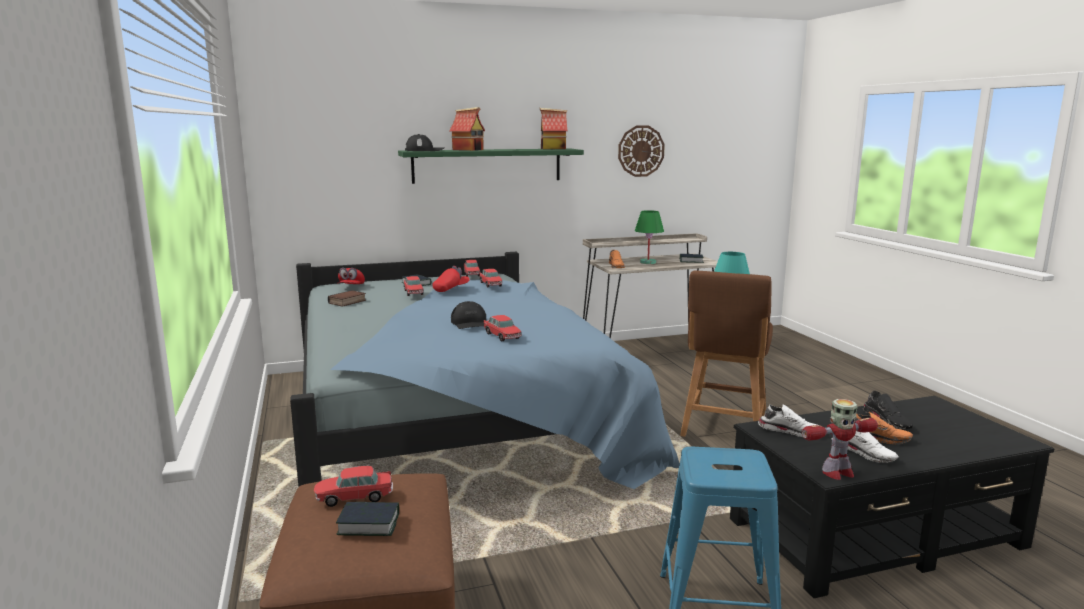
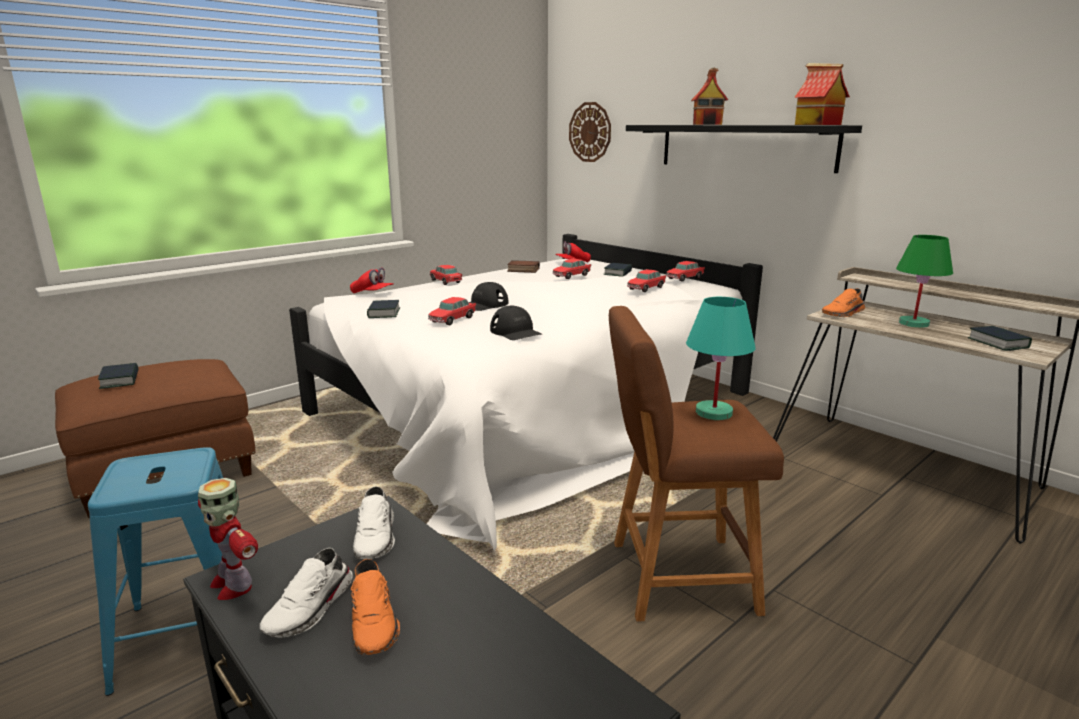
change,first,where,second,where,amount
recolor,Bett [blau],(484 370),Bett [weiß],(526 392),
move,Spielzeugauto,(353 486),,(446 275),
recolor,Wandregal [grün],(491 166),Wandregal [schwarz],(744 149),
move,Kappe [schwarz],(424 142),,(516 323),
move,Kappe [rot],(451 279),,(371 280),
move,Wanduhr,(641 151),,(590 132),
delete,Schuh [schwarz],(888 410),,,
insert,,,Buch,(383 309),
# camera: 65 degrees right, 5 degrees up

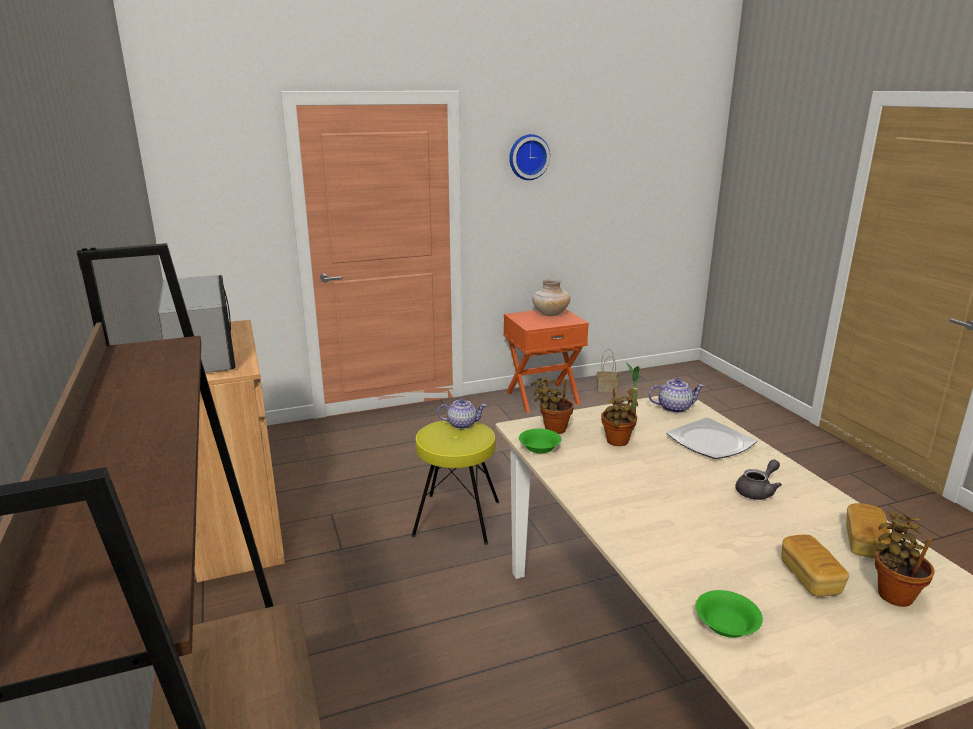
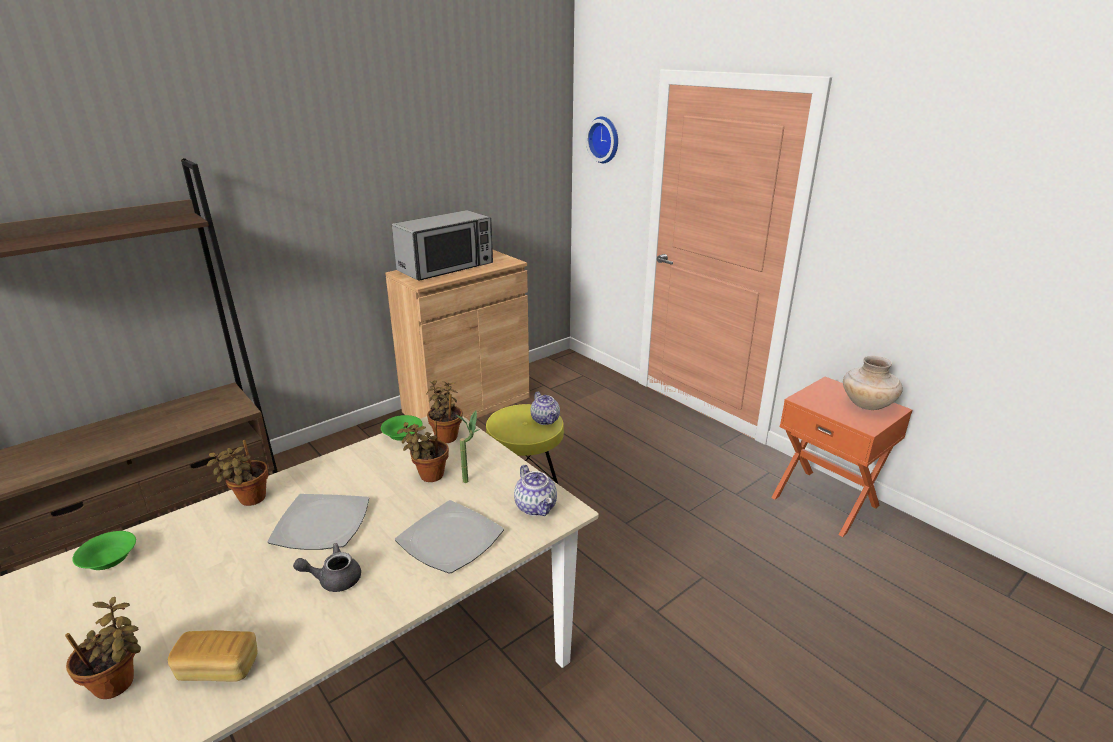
change,first,where,second,where,amount
move,Wanduhr,(529 157),,(602 139),
delete,Korb,(608 370),,,
rotate,Teekanne [grau],(759 479),,(327 567),135 degrees clockwise
delete,Brot,(815 566),,,
insert,,,Topfpflanze,(237 473),
insert,,,Teller,(318 522),
# camera: 70 degrees right, 5 degrees up

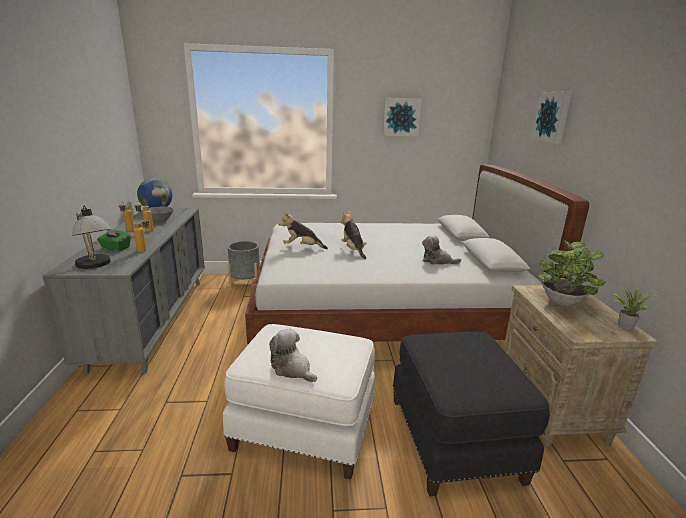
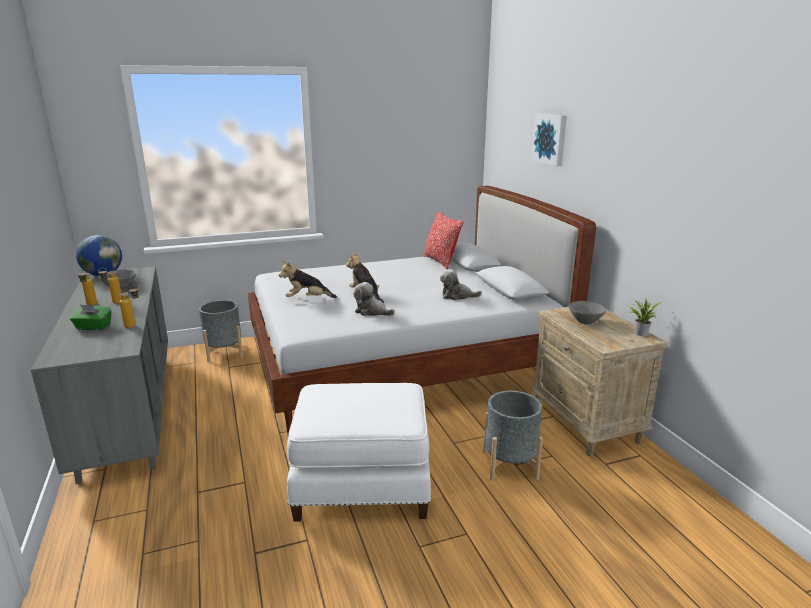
change,first,where,second,where,amount
delete,Tischlampe,(92 237),,,
move,Plüschtier,(293 355),,(374 299),
delete,Bild,(402 117),,,
replace,Polsterhocker [schwarz],(471 414),Pflanzkübel [grau],(513 436),
replace,Topfpflanze,(572 273),Schüssel [grau],(587 312),
insert,,,Kissen,(443 240),
# camera: 15 degrees left, 0 degrees up

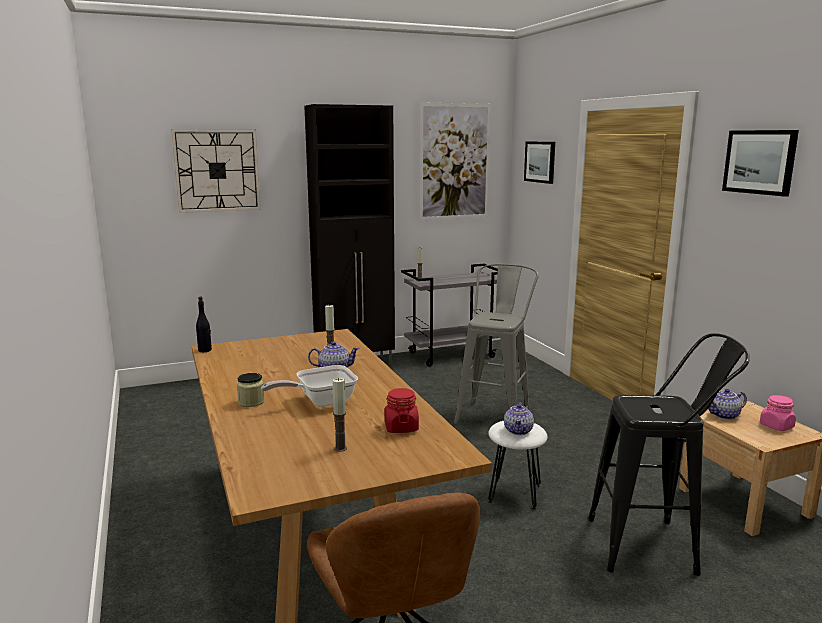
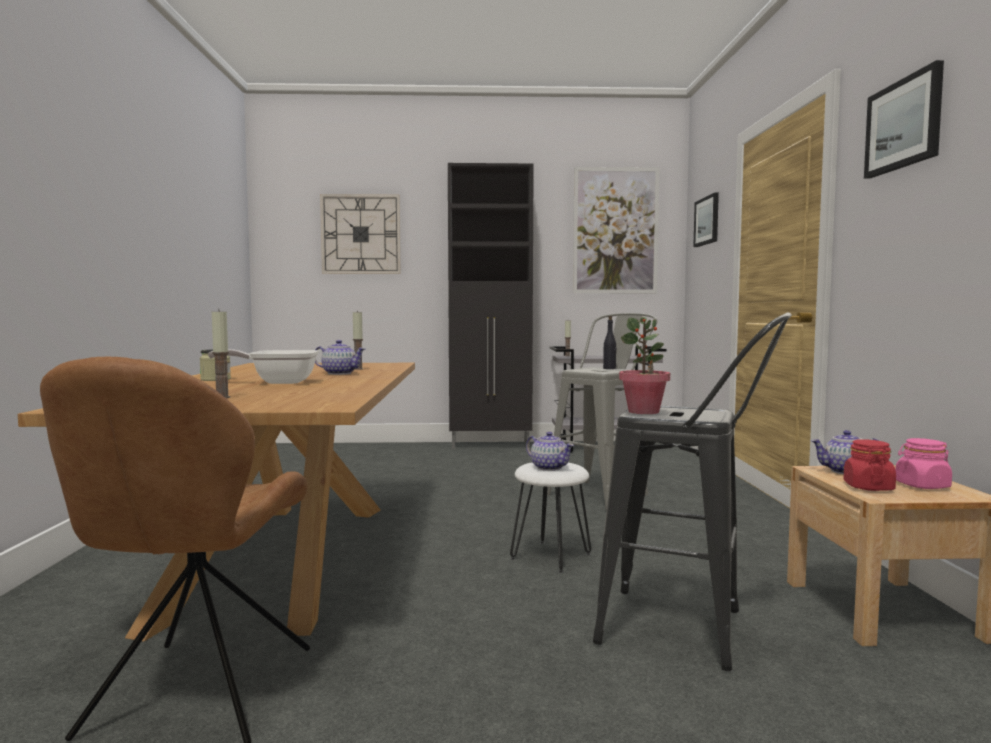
change,first,where,second,where,amount
move,Flasche [schwarz],(204 324),,(610 342),
move,Vorratsglas [rot],(402 410),,(869 465),
rotate,Teekanne,(519 418),,(550 451),75 degrees counterclockwise
insert,,,Topfpflanze,(644 365),
# camera: 20 degrees right, 10 degrees down

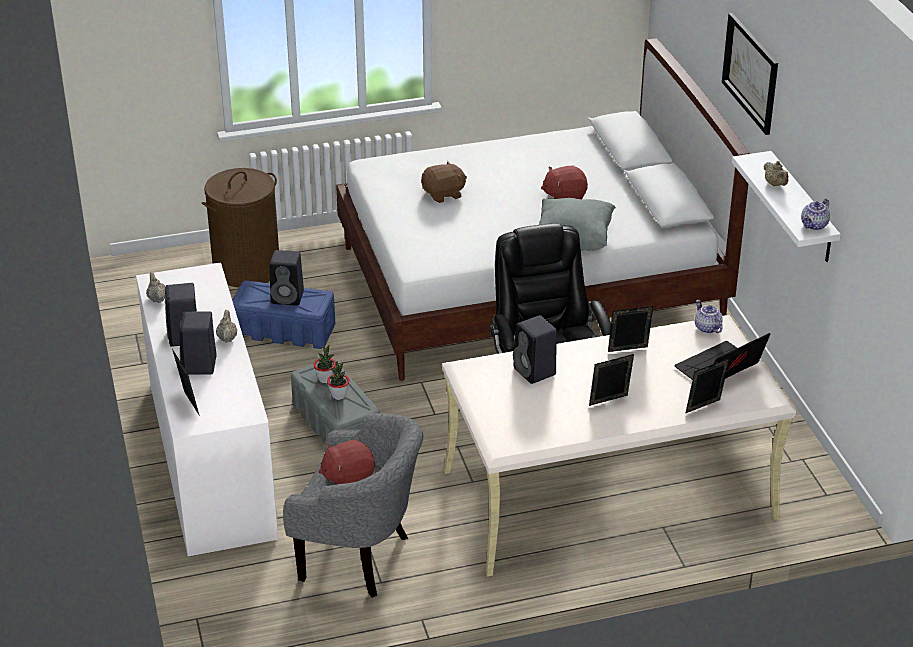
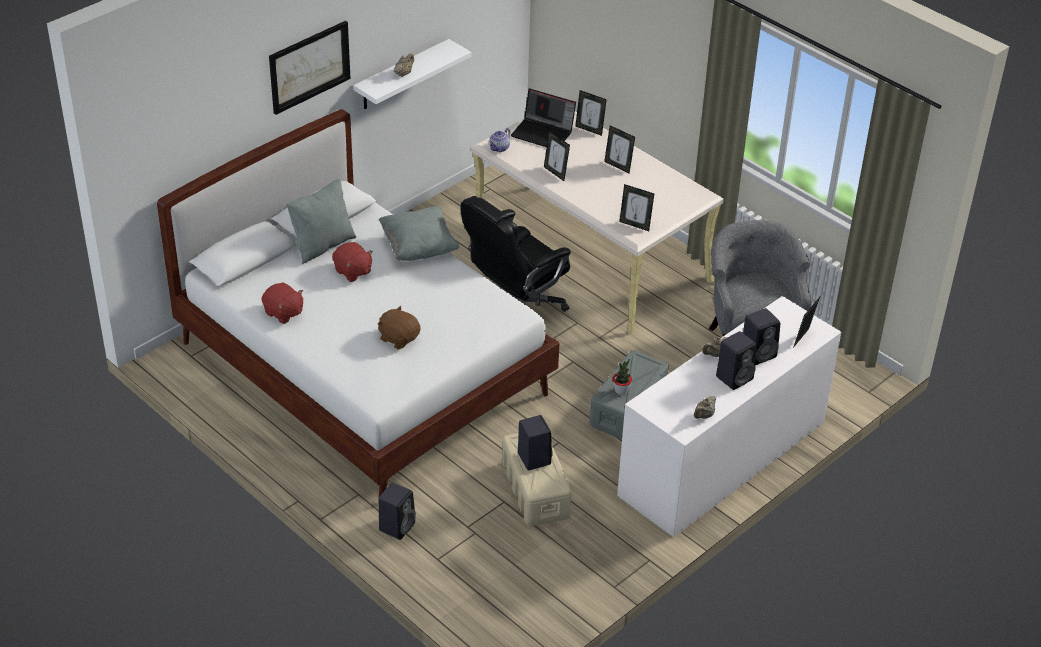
change,first,where,second,where,amount
delete,Wäschekorb [braun],(240 227),,,
recolor,Aufbewahrungsbox [blau],(283 315),Aufbewahrungsbox [beige],(537 479),
move,Plüschtier [rot],(347 462),,(282 303),
delete,Topfpflanze,(338 380),,,
move,Lautsprecher [schwarz],(535 349),,(397 511),
delete,Teekanne,(815 214),,,
insert,,,Kissen [grau],(321 221),
insert,,,Bilderrahmen,(636 207),
# camera: 120 degrees left, 5 degrees up

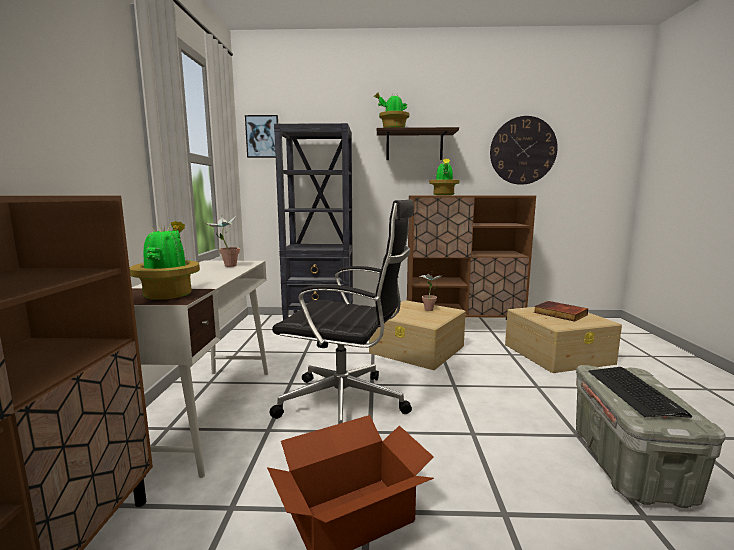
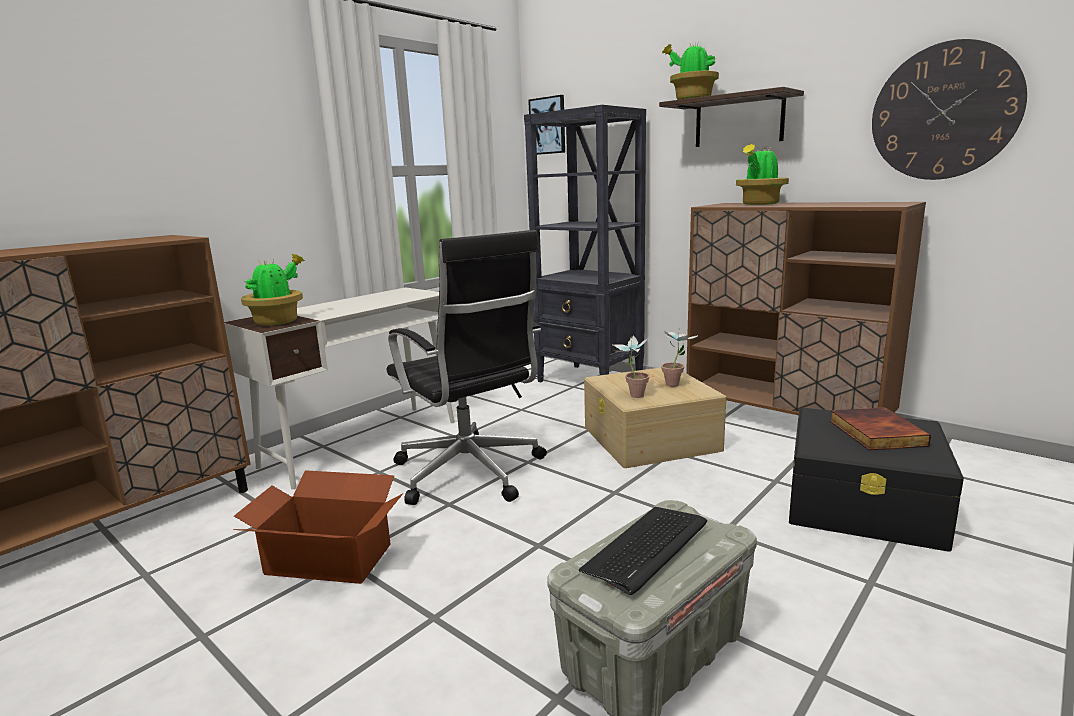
change,first,where,second,where,amount
move,Topfpflanze,(222 241),,(630 367),
recolor,Aufbewahrungsbox [beige],(563 340),Aufbewahrungsbox [schwarz],(876 480),
# camera: 40 degrees right, 5 degrees up

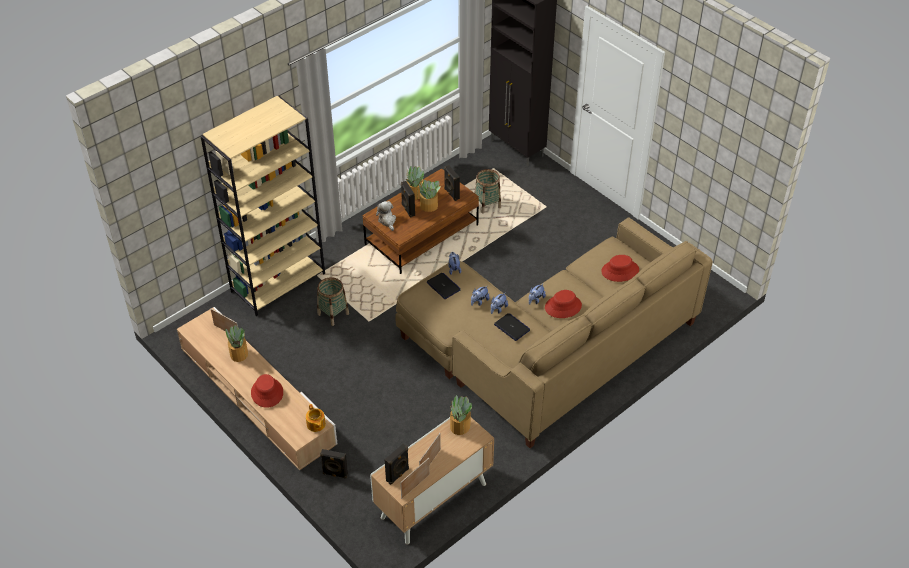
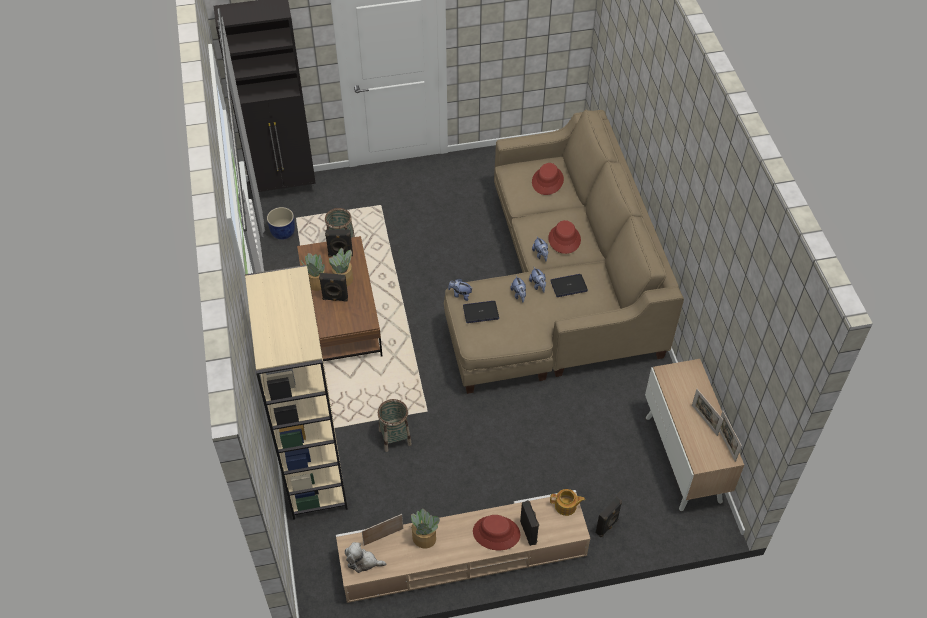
change,first,where,second,where,amount
move,Plüschtier,(386 216),,(365 557),
move,Lautsprecher [schwarz],(397 464),,(529 523),
delete,Topfpflanze,(461 415),,,
insert,,,Pflanzkübel [blau],(281 223),
# camera: 60 degrees left, 5 degrees up

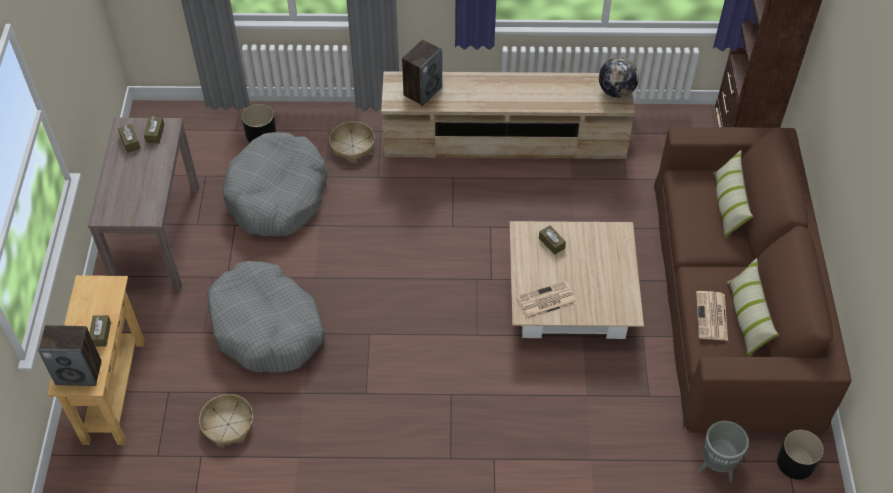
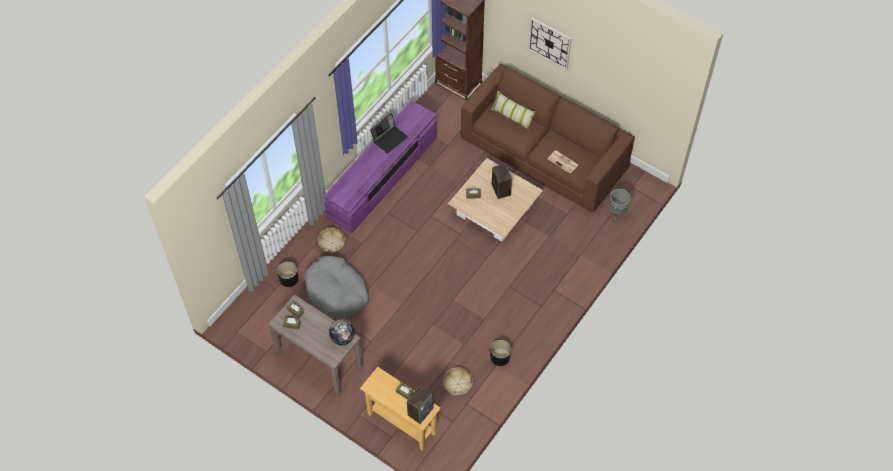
change,first,where,second,where,amount
delete,Hundebett [grau],(266 317),,,
recolor,Fernsehschrank [beige],(508 115),Fernsehschrank [lila],(380 167),
move,Lautsprecher,(422 72),,(502 181),
delete,Zeitung,(547 300),,,
move,Globus,(619 77),,(342 332),
delete,Kissen,(753 307),,,
move,Pflanzkübel [schwarz],(800 455),,(500 353),
insert,,,Laptop,(389 133),
insert,,,Wanduhr,(550 43),
# camera: 55 degrees left, 5 degrees up

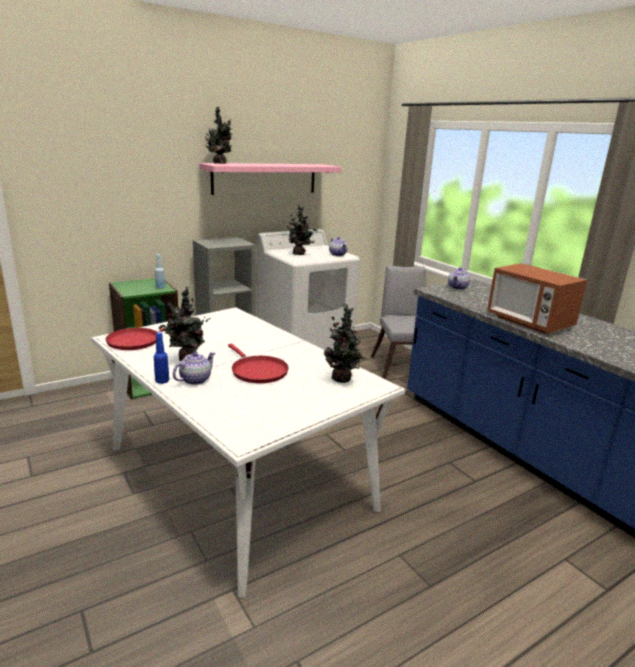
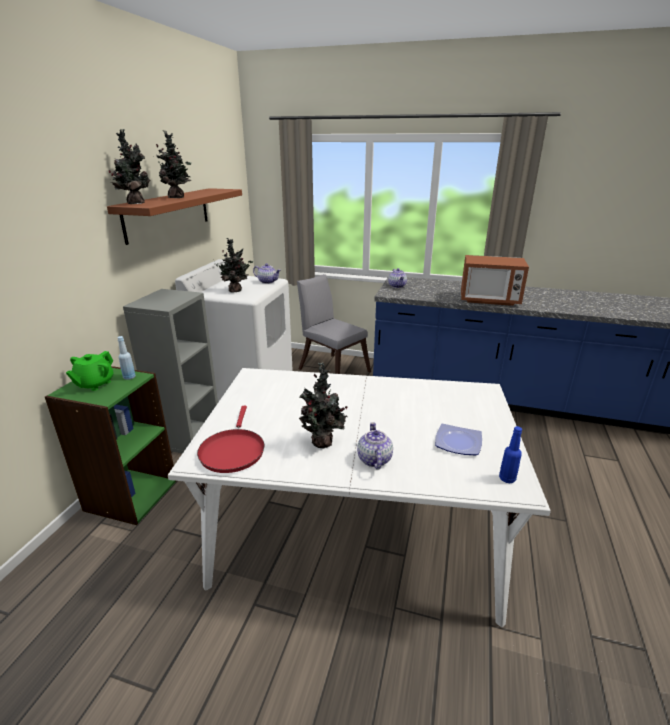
change,first,where,second,where,amount
move,Flasche [blau],(161 358),,(510 454),
recolor,Wandregal [rosa],(270 179),Wandregal [braun],(174 216),
delete,Pfanne [rot],(258 363),,,
move,Topfpflanze,(345 343),,(172 164),
insert,,,Teekanne [grün],(90 371),
insert,,,Teller,(458 439),
# camera: 40 degrees left, 5 degrees up

